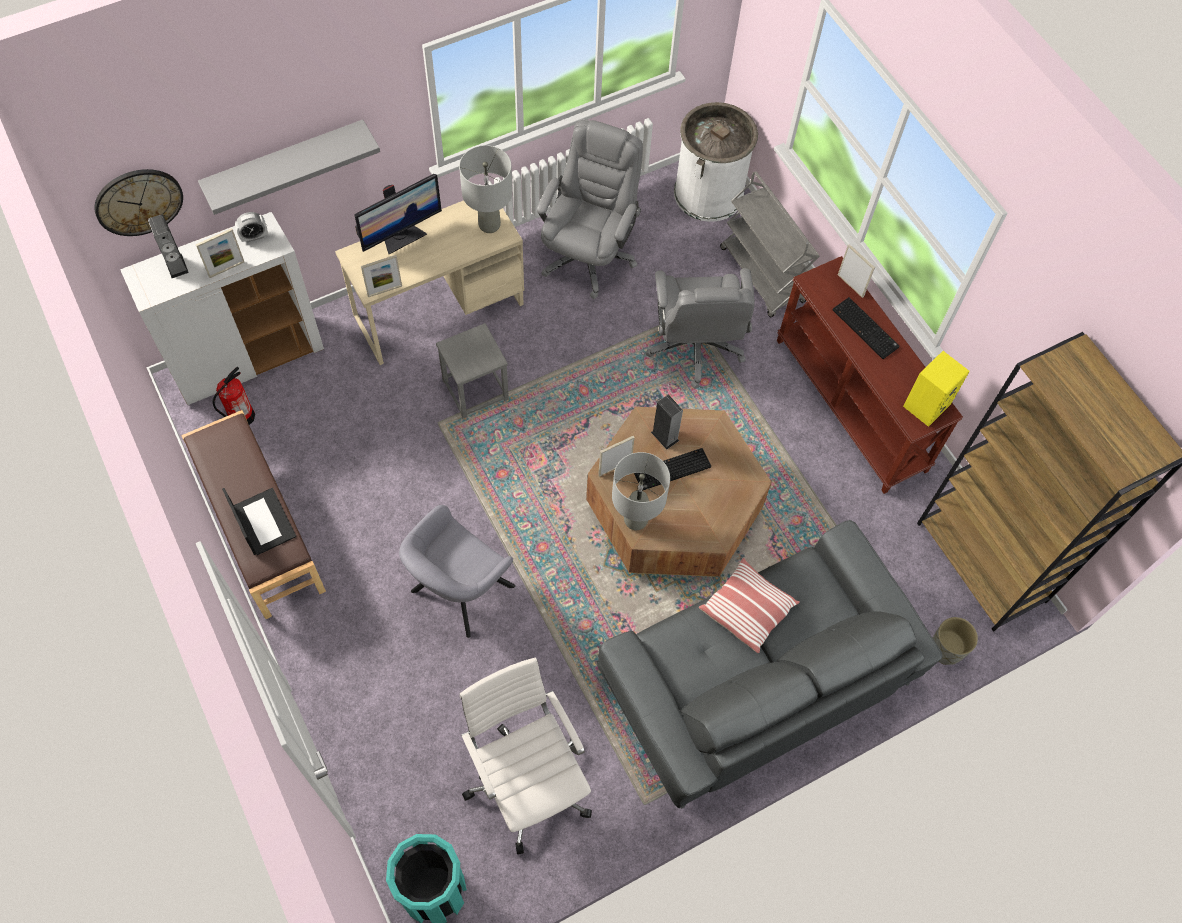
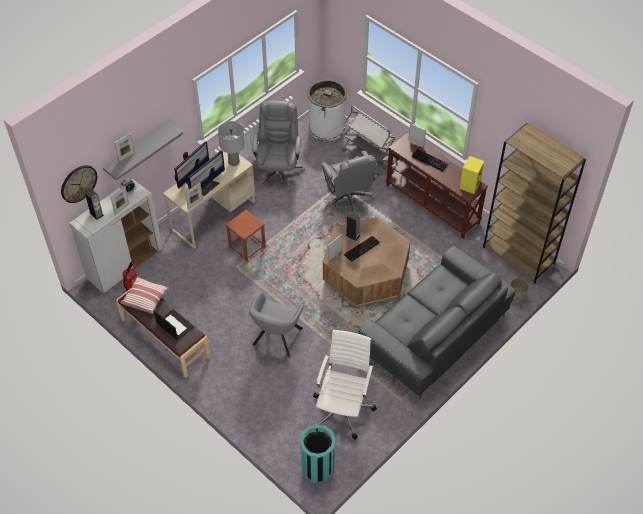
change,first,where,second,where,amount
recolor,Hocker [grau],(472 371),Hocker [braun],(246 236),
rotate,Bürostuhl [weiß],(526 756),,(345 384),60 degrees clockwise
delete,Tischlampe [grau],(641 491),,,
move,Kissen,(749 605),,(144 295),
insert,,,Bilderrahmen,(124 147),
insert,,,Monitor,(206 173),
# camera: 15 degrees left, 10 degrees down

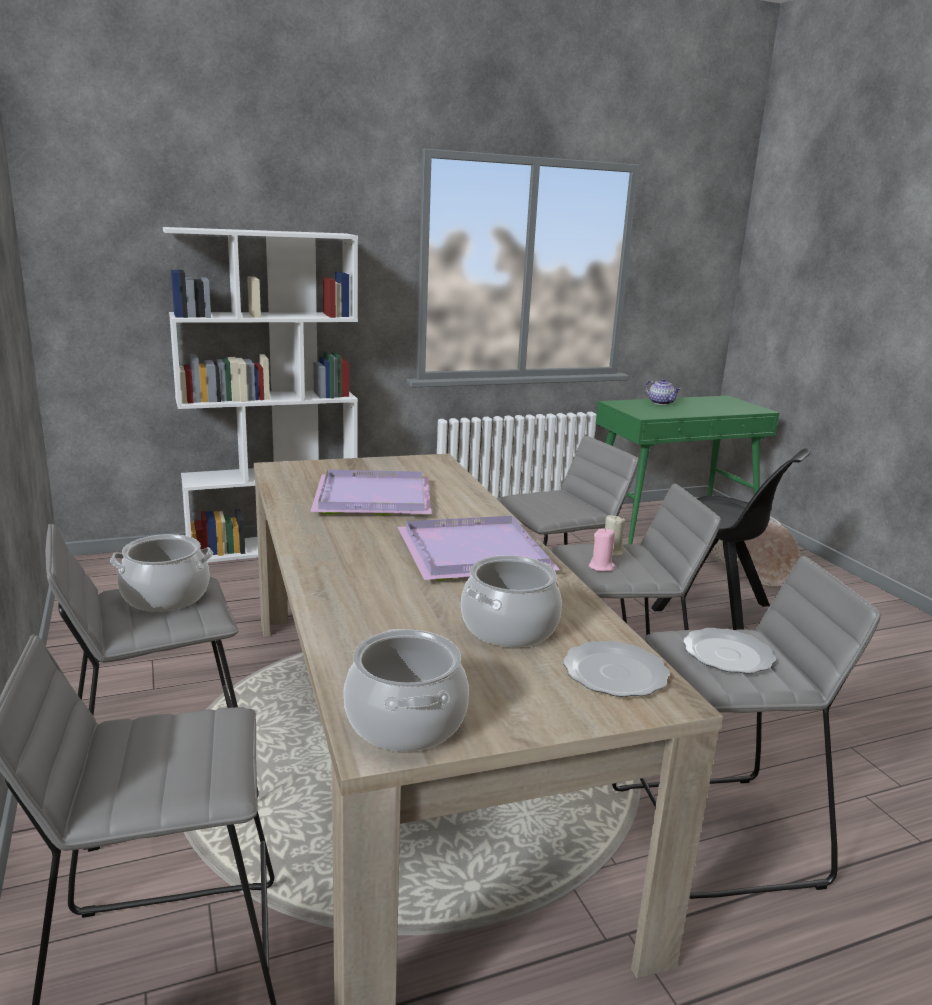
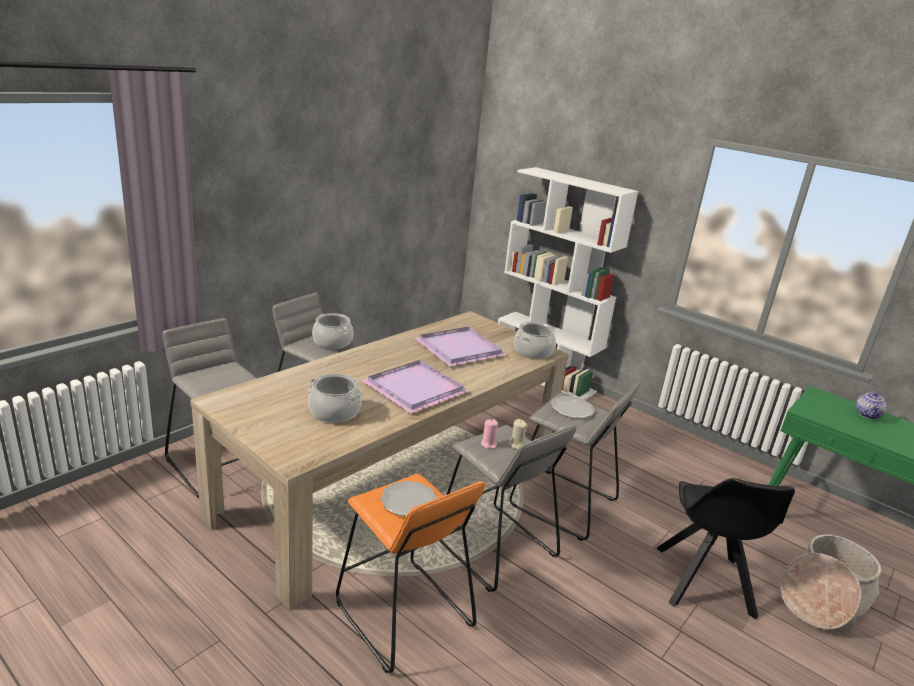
change,first,where,second,where,amount
move,Kochtopf,(406 690),,(535 340),
move,Teller,(616 669),,(573 407),
recolor,Hocker [grau],(746 727),Hocker [orange],(410 573),
# camera: 60 degrees right, 5 degrees up

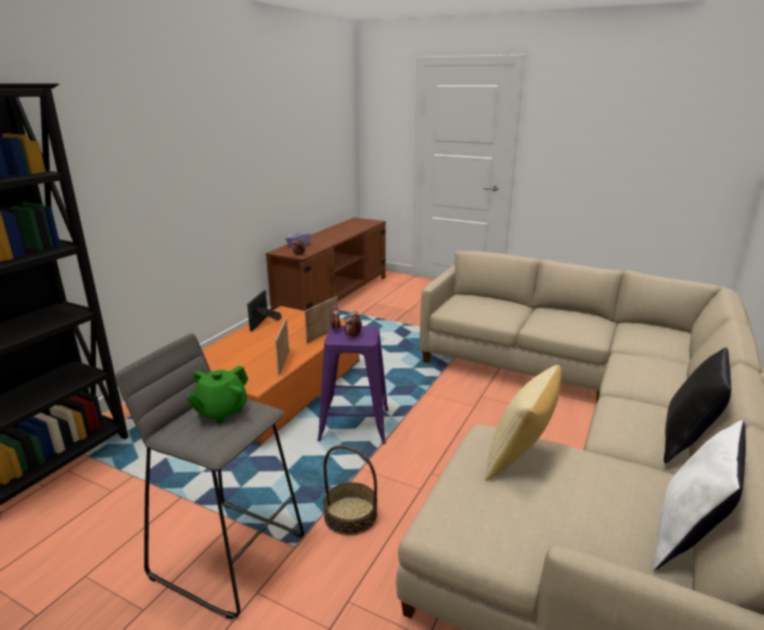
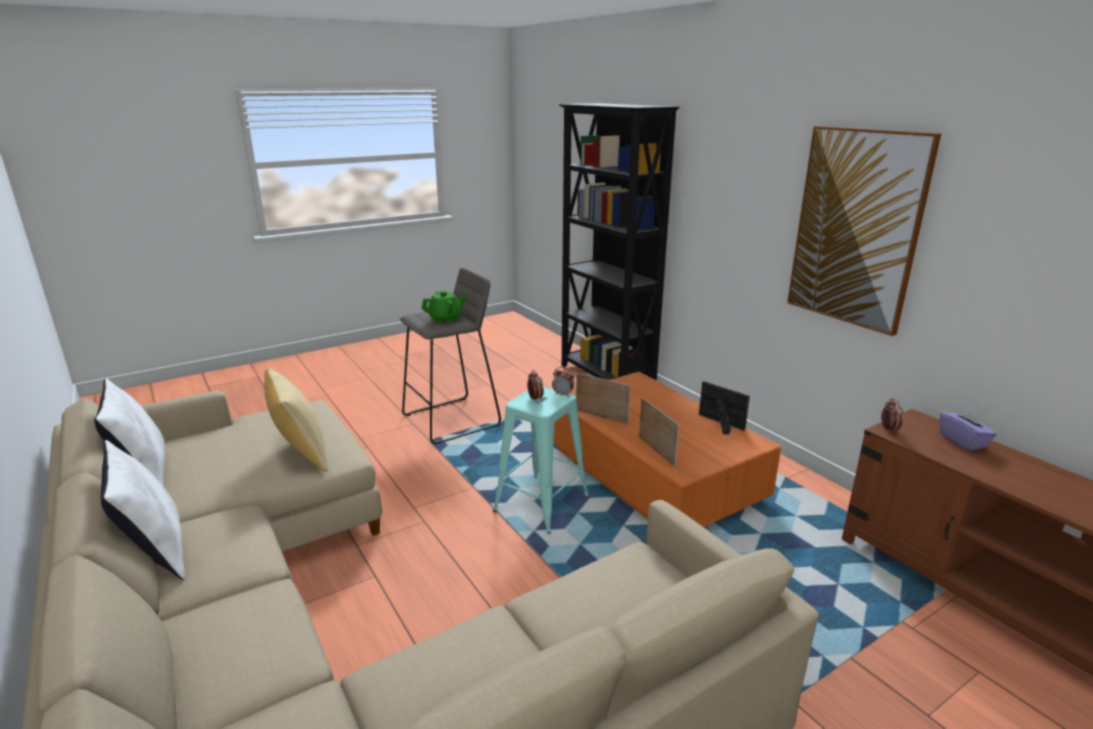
change,first,where,second,where,amount
rotate,Teekanne [grün],(217 394),,(443 307),90 degrees clockwise
recolor,Hocker [lila],(353 384),Hocker [türkis],(541 460),
delete,Korb,(350 490),,,
recolor,Kissen [schwarz],(697 405),Kissen [weiß],(143 510),
insert,,,Bild,(864 231),
# camera: 120 degrees right, 0 degrees up

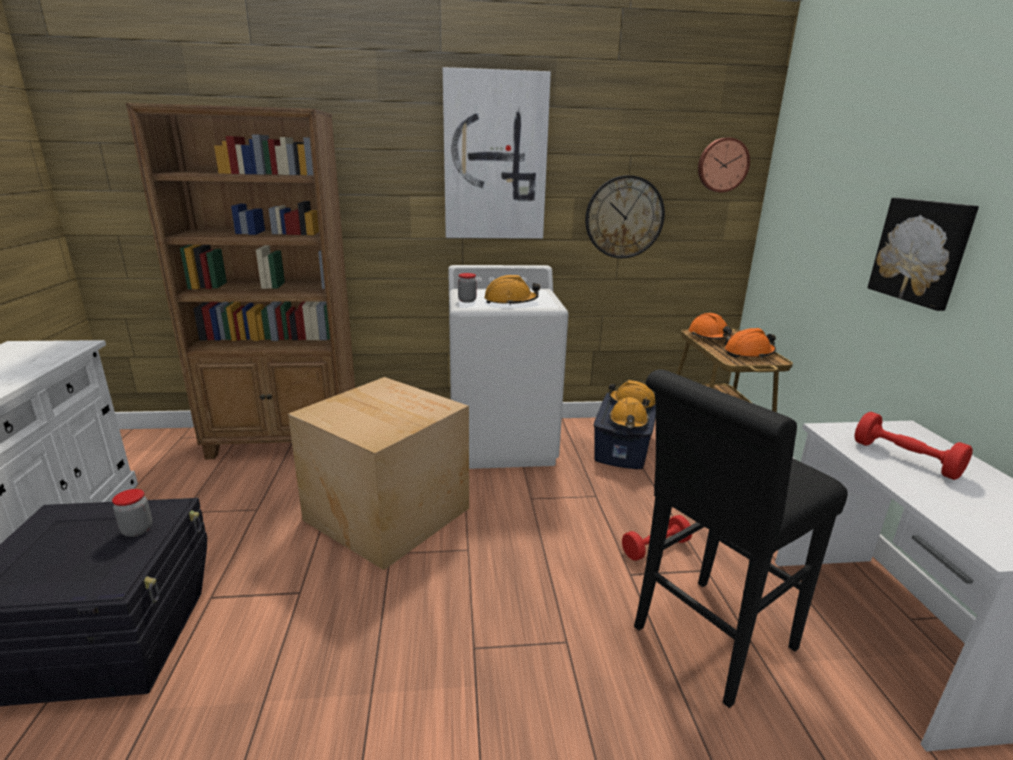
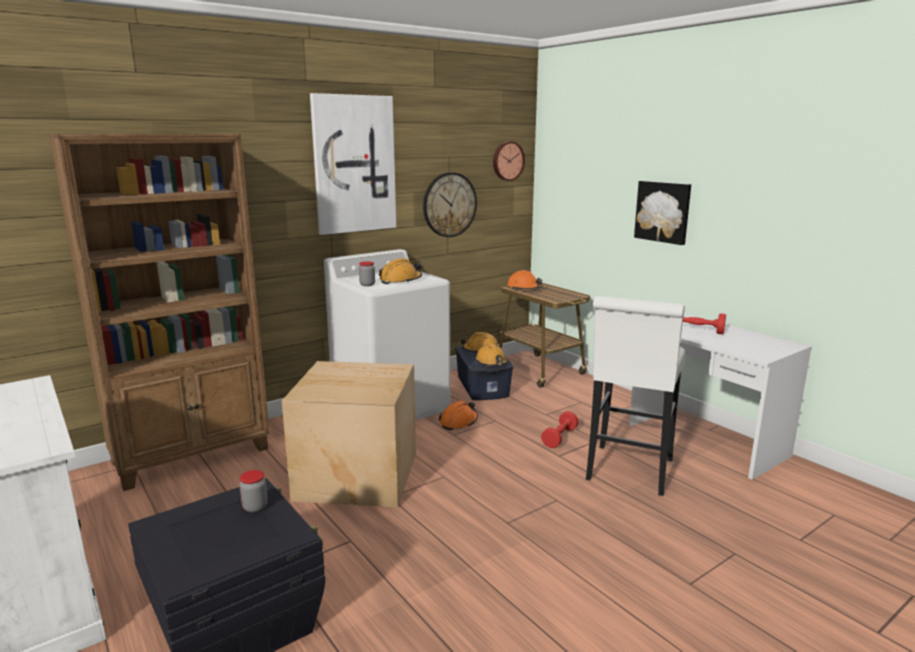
change,first,where,second,where,amount
recolor,Hocker [schwarz],(741 538),Hocker [weiß],(635 396),
move,Schutzhelm [orange],(750 343),,(458 415),
# camera: 30 degrees left, 5 degrees down

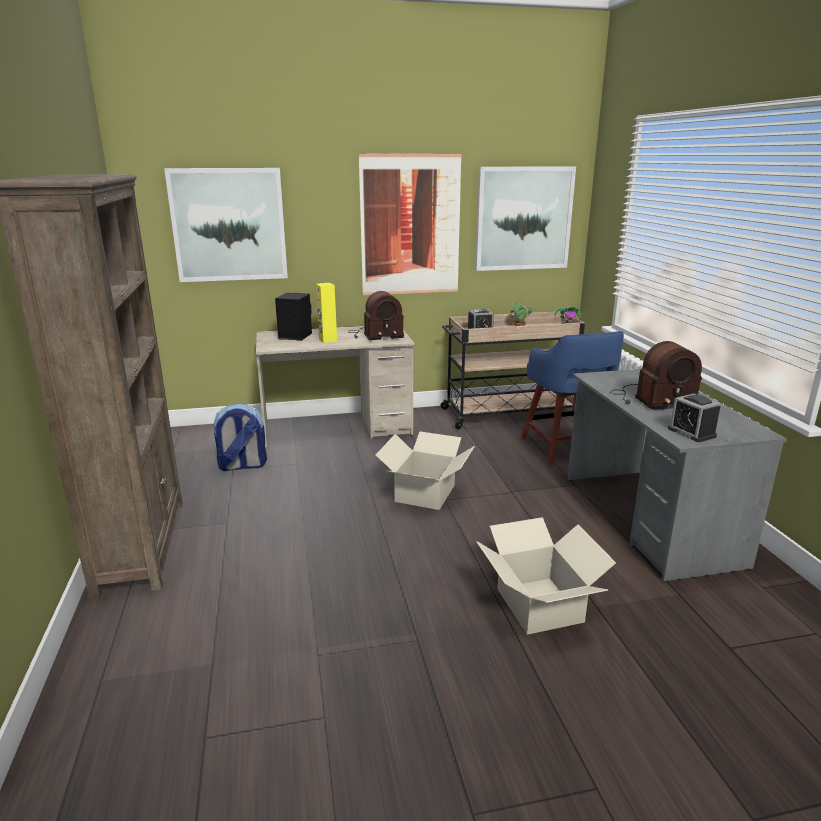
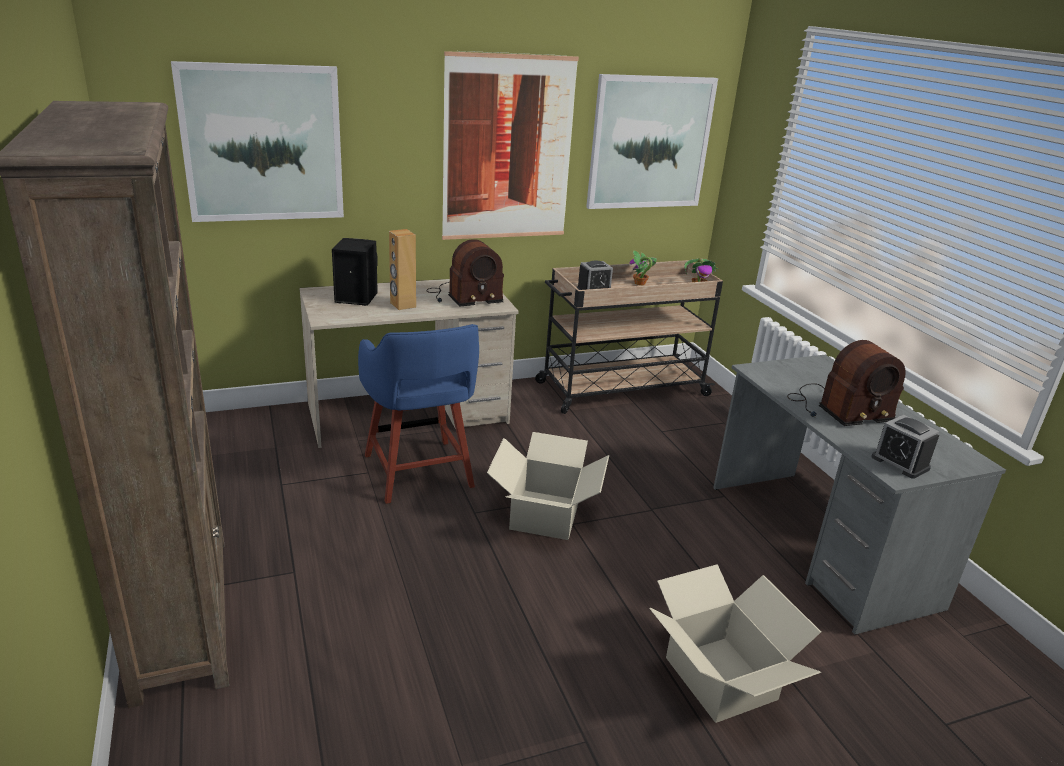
change,first,where,second,where,amount
delete,Rucksack,(239 437),,,
recolor,Lautsprecher [gelb],(326 313),Lautsprecher [braun],(402 269),
move,Hocker [blau],(572 398),,(418 414),
# camera: 10 degrees left, 5 degrees up

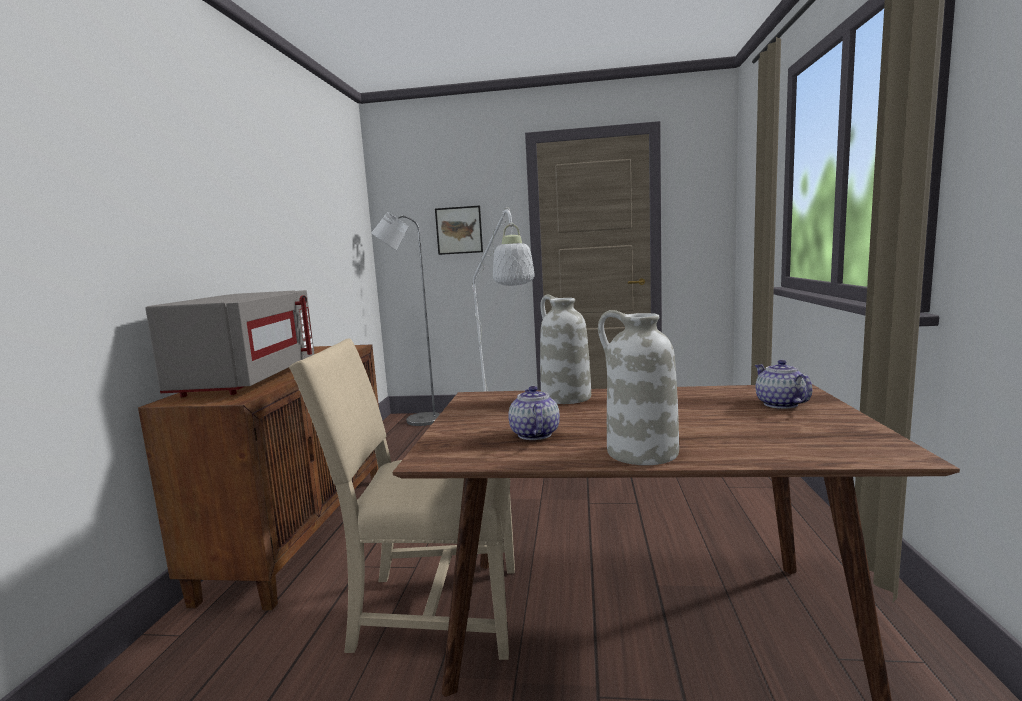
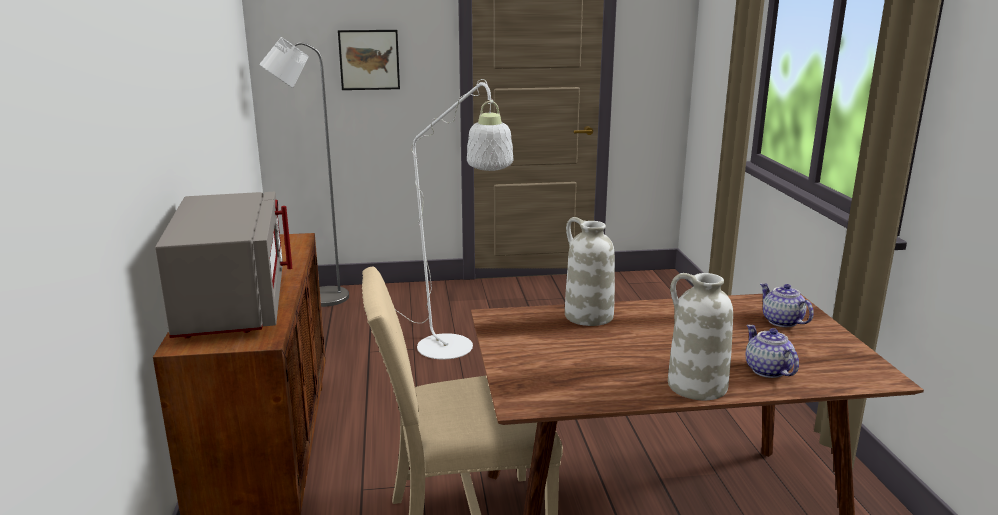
change,first,where,second,where,amount
move,Teekanne,(534 413),,(772 351),
# camera: 15 degrees left, 10 degrees up

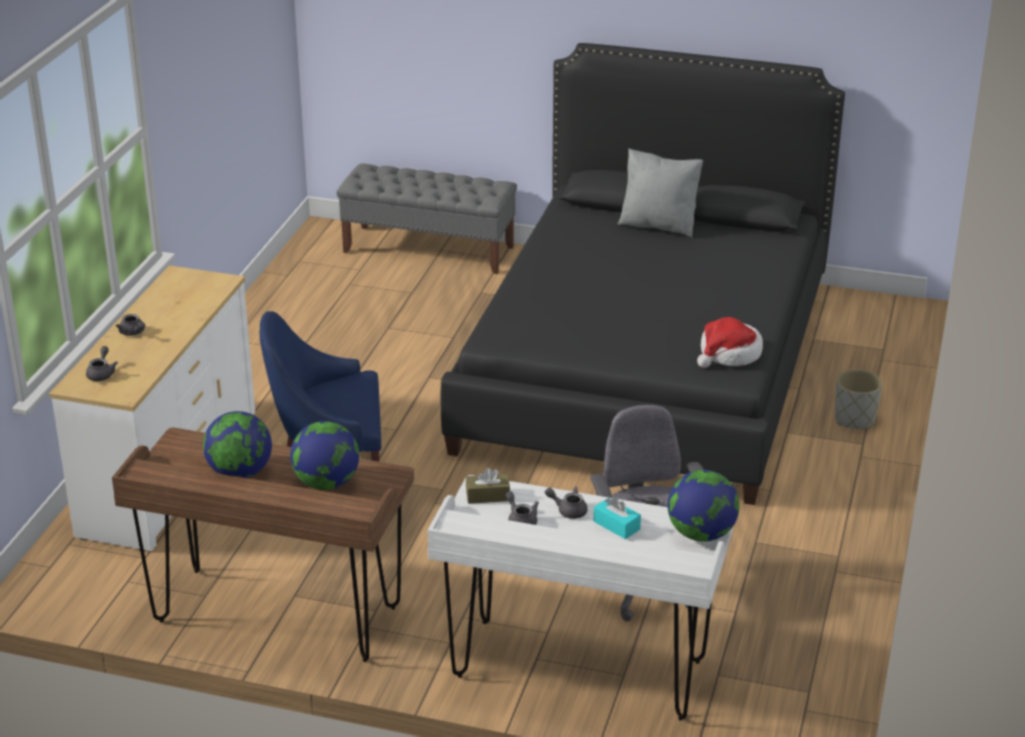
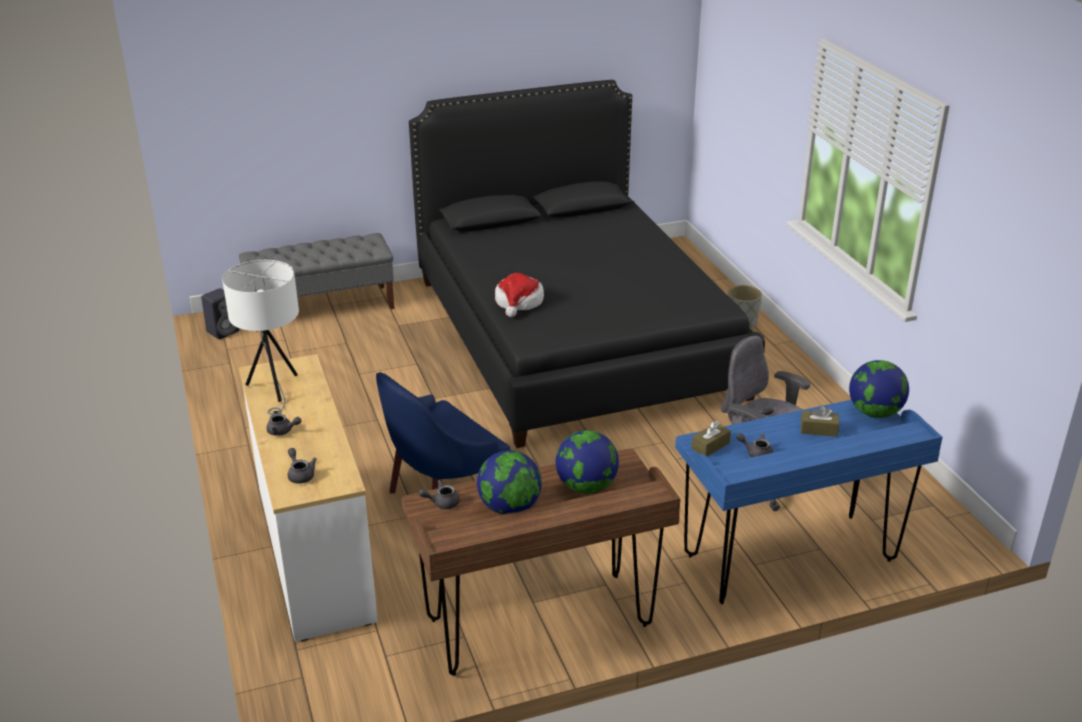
change,first,where,second,where,amount
recolor,Schreibtisch [weiß],(580 598),Schreibtisch [blau],(809 502),
move,Teekanne [grau],(566 502),,(439 494),
recolor,Taschentuchbox [türkis],(617 517),Taschentuchbox [braun],(820 421),
delete,Kissen [grau],(660 193),,,
move,Hut,(730 342),,(519 295),
insert,,,Lautsprecher [schwarz],(220 313),
insert,,,Tischlampe [weiß],(260 337),
# camera: 35 degrees left, 0 degrees up

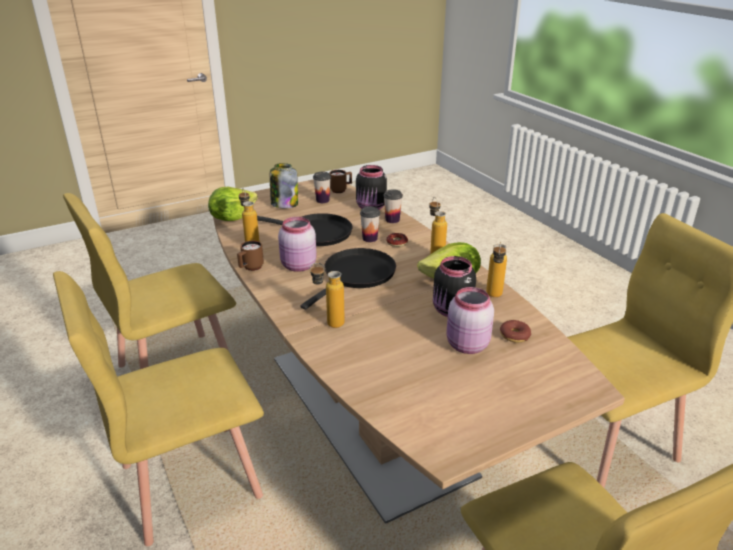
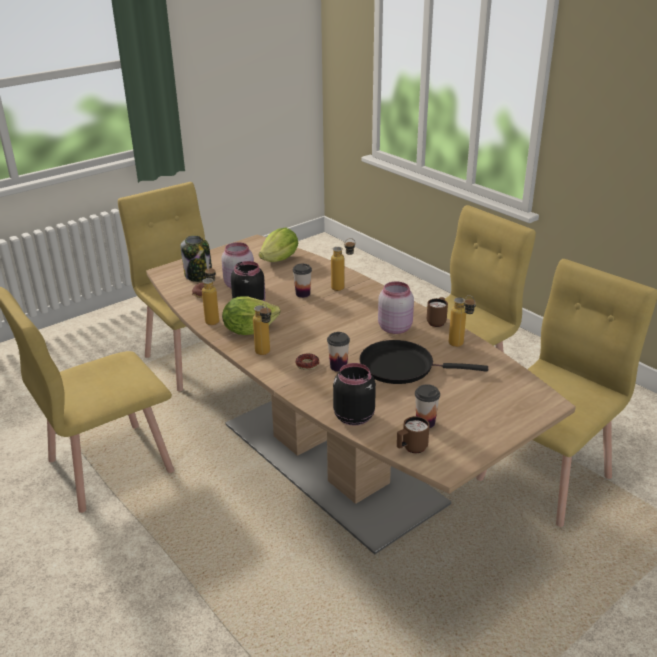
change,first,where,second,where,amount
move,Salatkopf,(233 204),,(278 245),
move,Vorratsglas,(284 186),,(196 258),
delete,Pfanne [schwarz],(348 279),,,
move,Tasse,(393 206),,(302 281),
# camera: 170 degrees right, 0 degrees up

